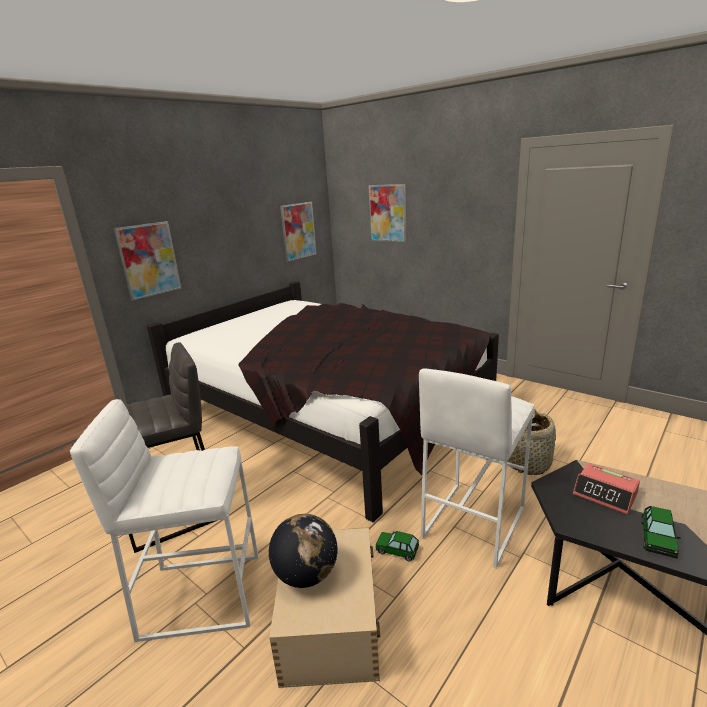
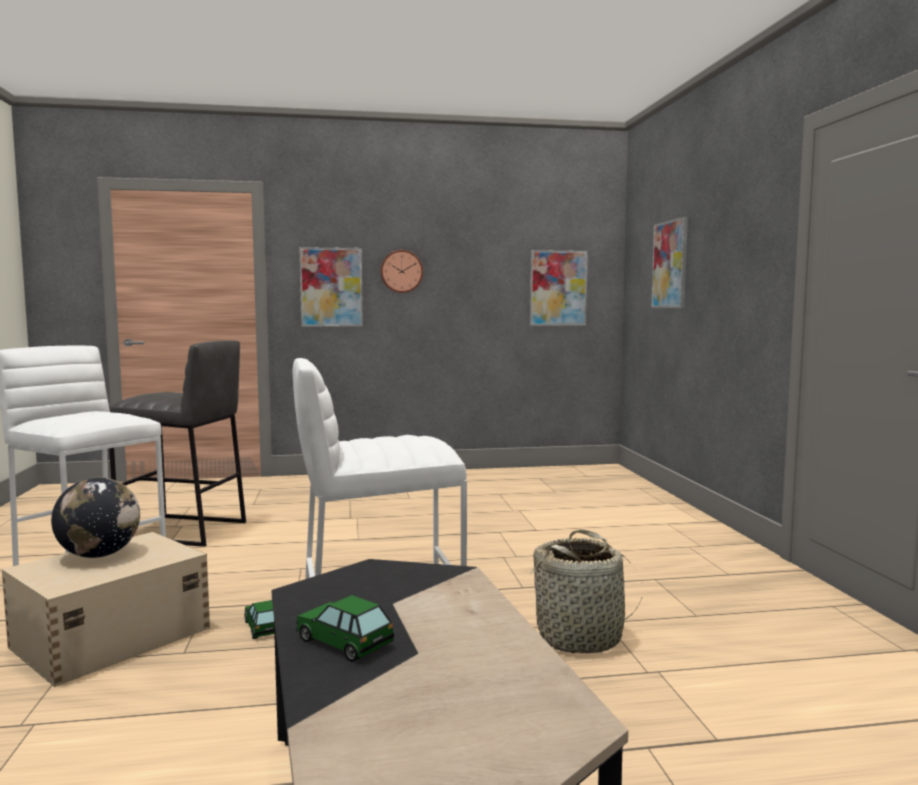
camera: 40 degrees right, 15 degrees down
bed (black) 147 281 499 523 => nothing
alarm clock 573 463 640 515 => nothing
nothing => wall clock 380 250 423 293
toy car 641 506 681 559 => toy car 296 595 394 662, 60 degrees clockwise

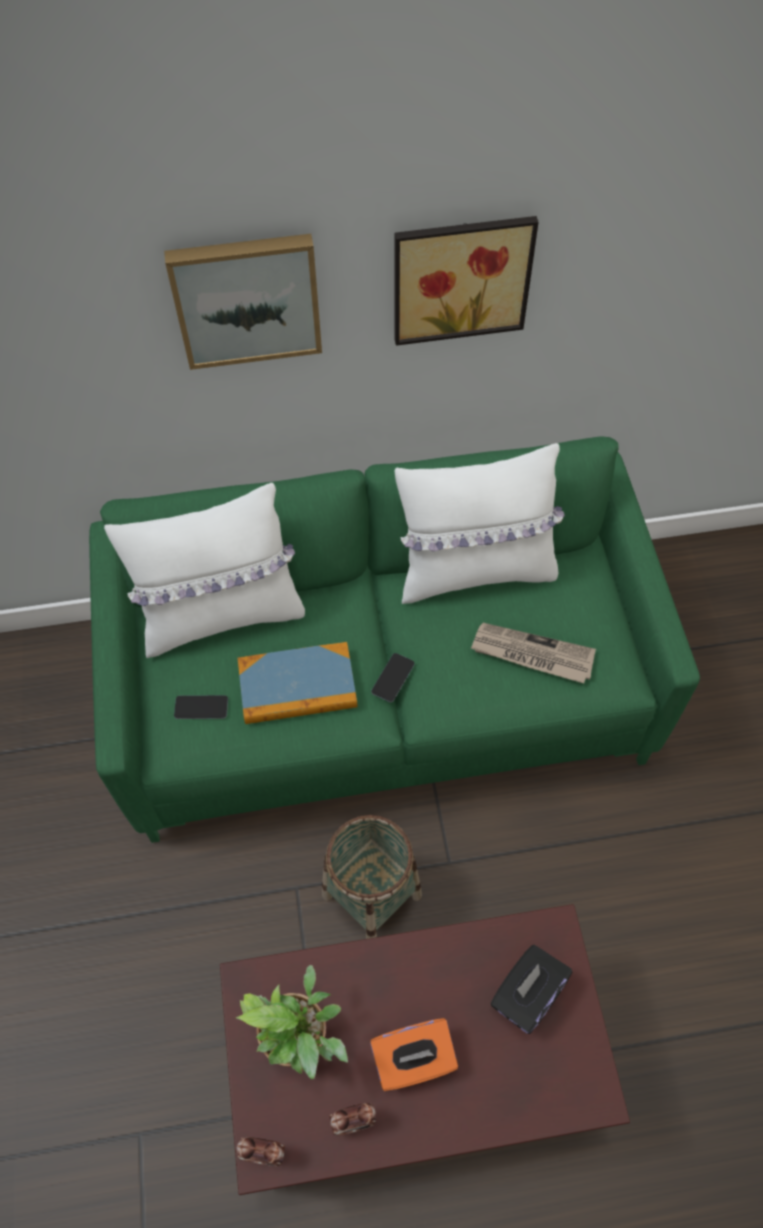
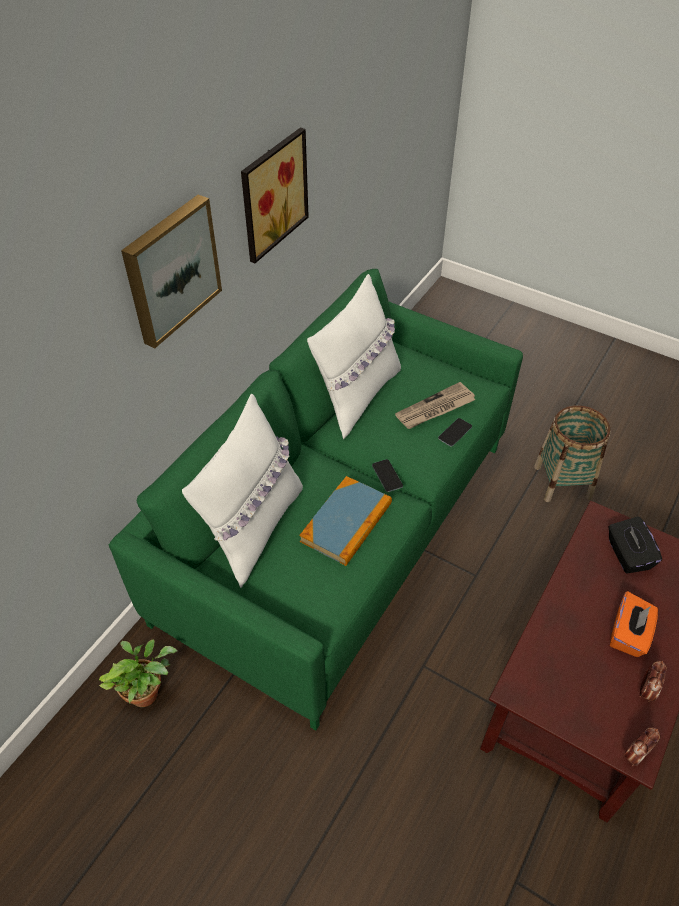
camera: 50 degrees left, 10 degrees down
phone 174 695 228 719 => phone 438 418 472 447, shifted
potted plant 235 965 348 1080 => potted plant 99 639 178 707, shifted
basket 322 815 422 939 => basket 534 405 611 502, shifted

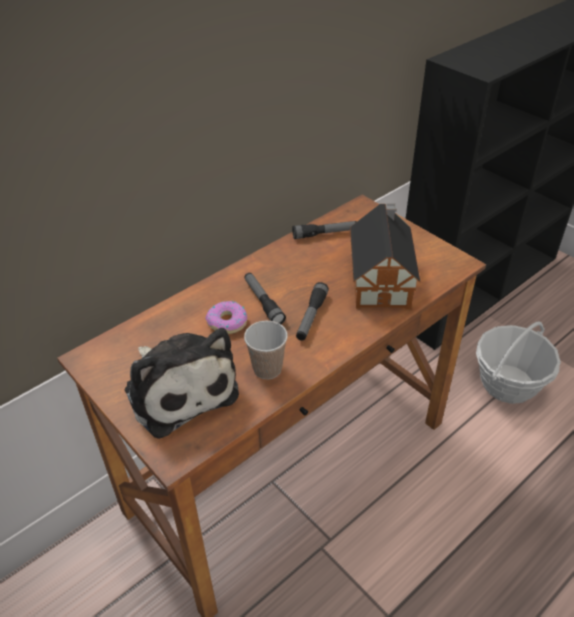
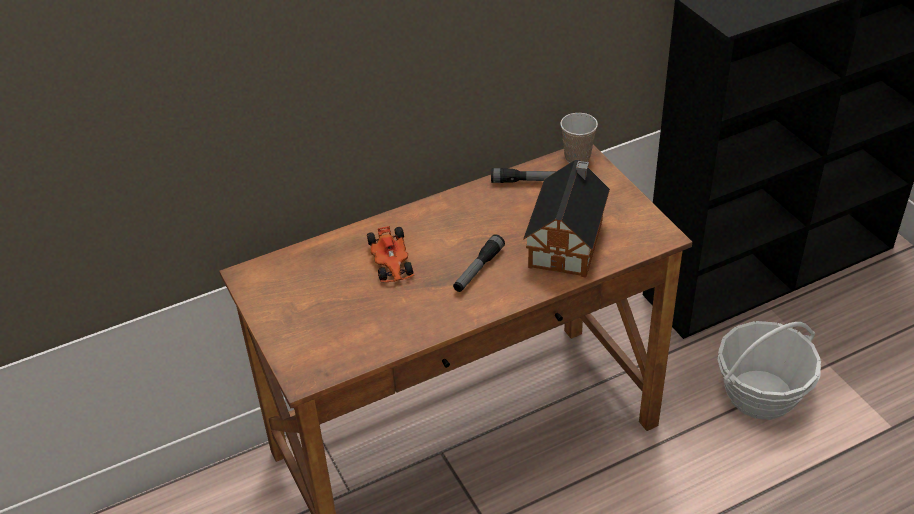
camera: 15 degrees right, 0 degrees up
plush toy 125 328 239 439 => nothing
flashlight 244 273 286 324 => nothing
cup 244 321 288 379 => cup 560 113 598 163, shifted
donut 205 301 247 334 => toy car 367 226 415 282

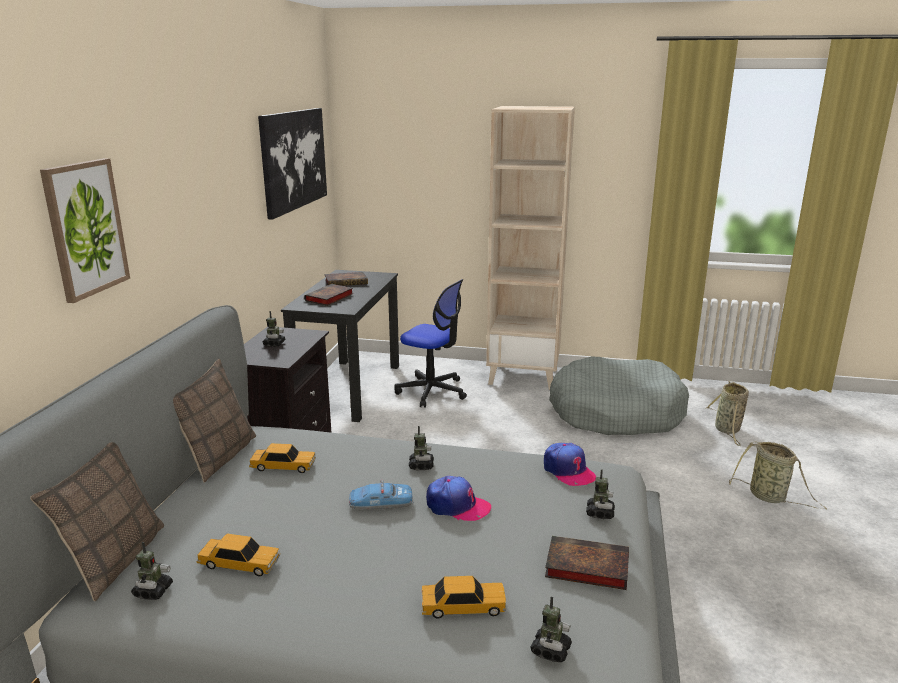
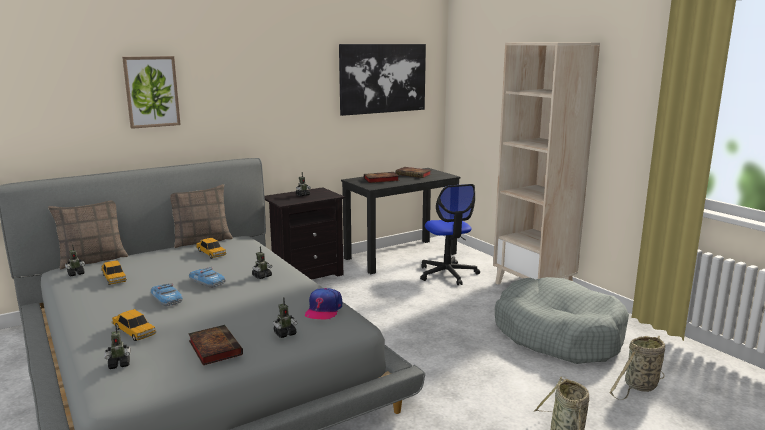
camera: 45 degrees right, 5 degrees down
cap 426 476 491 521 => nothing
nothing => toy car 151 283 183 306

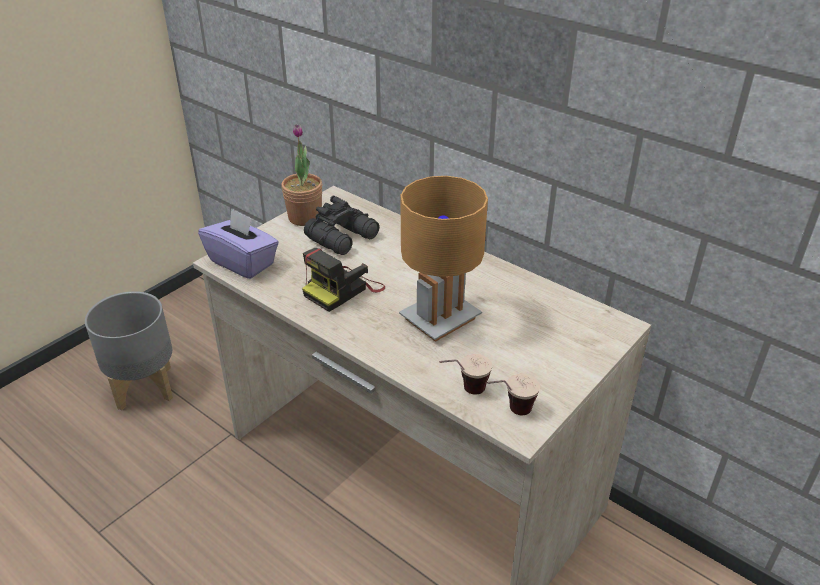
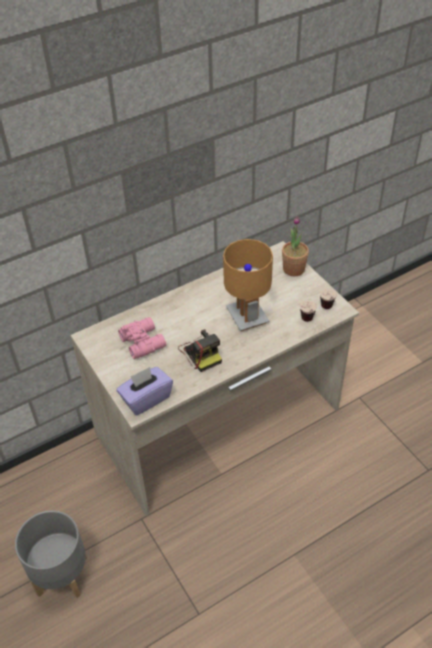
camera: 70 degrees left, 10 degrees up
potted plant 281 124 322 226 => potted plant 282 216 309 276, shifted
binoculars (black) 304 195 379 255 => binoculars (pink) 118 317 166 359

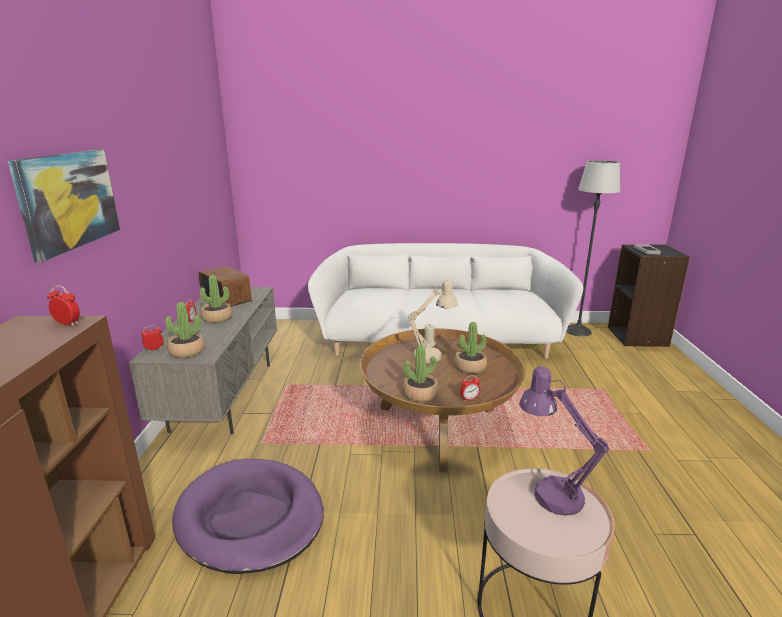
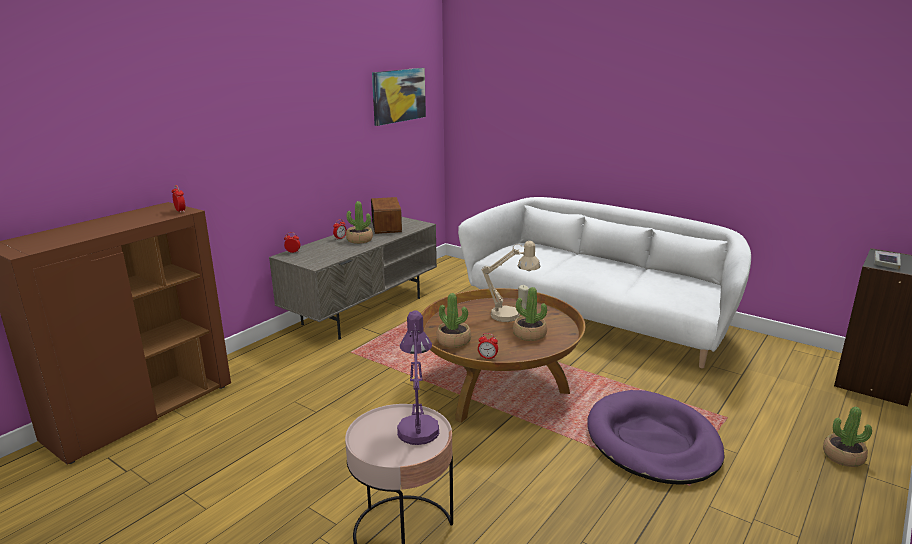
camera: 35 degrees right, 0 degrees up
floor lamp 566 160 620 337 => nothing
picture 8 149 120 262 => picture 372 68 426 126, shifted
potted plant 165 302 205 358 => potted plant 823 407 872 467, shifted
dog bed (purple) 172 459 324 574 => dog bed (purple) 587 390 725 485, shifted

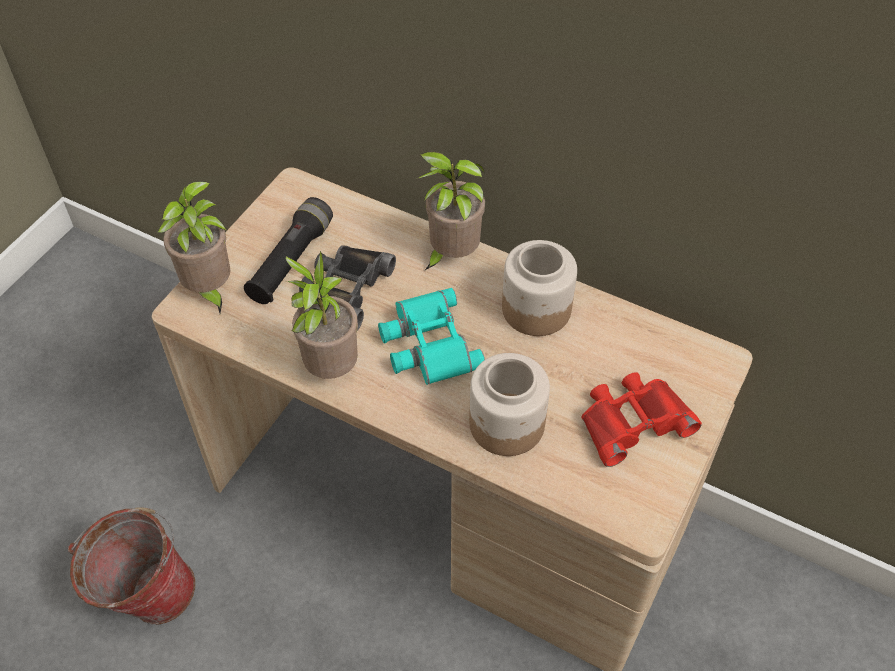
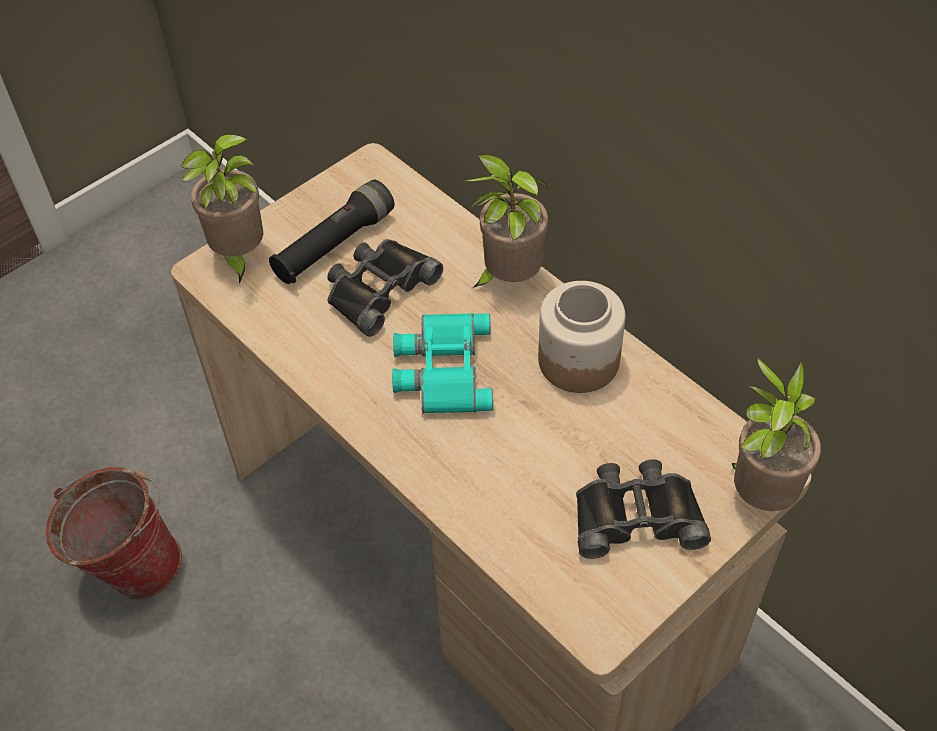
camera: 20 degrees right, 0 degrees up
jar 469 353 550 456 => nothing
potted plant 285 250 358 379 => potted plant 732 358 821 511, shifted
binoculars (red) 582 372 702 467 => binoculars (black) 576 459 711 559

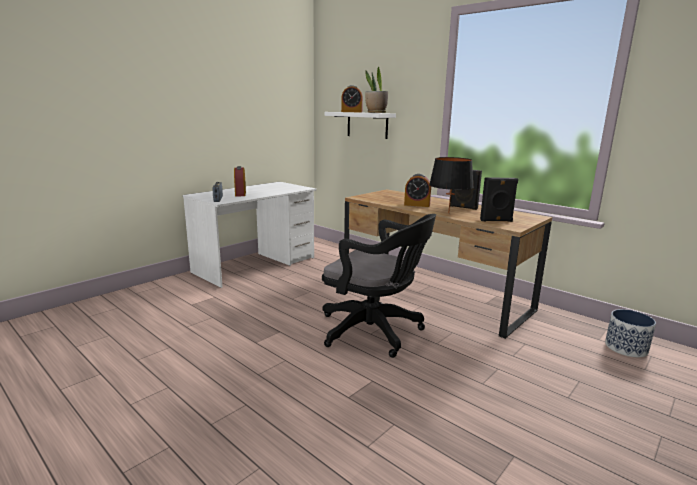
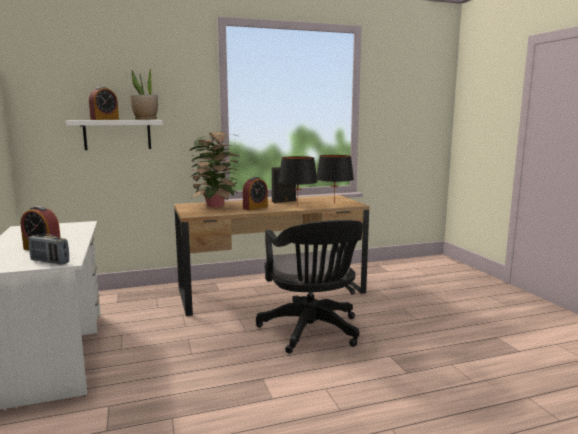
camera: 60 degrees left, 5 degrees down
planter 605 309 656 357 => nothing
nothing => potted plant 189 131 240 207
speaker (black) 480 177 518 222 => table lamp (black) 317 155 354 204
office chair (black) 322 214 436 358 => office chair (black) 256 220 363 354, 105 degrees clockwise

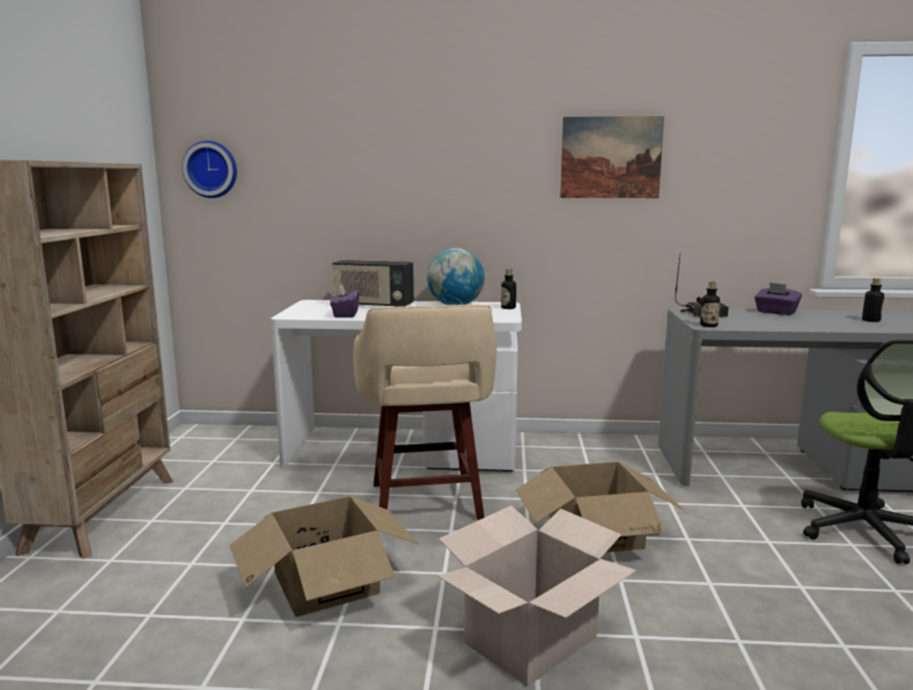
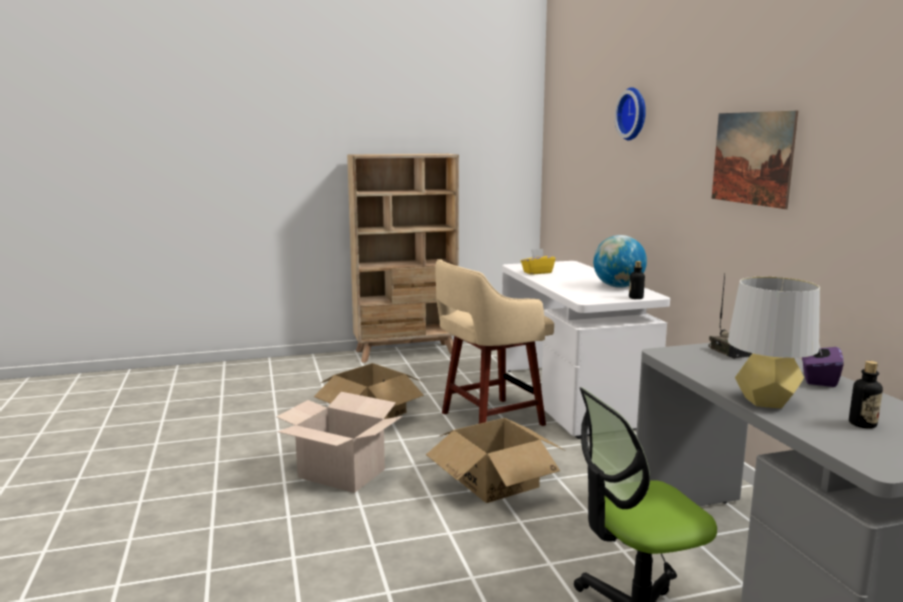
camera: 70 degrees right, 0 degrees up
radio 331 260 414 307 => nothing
bottle 700 282 720 327 => nothing
nothing => table lamp (grey) 728 277 820 408
wall clock 182 140 237 198 => wall clock 614 87 646 140, shifted
tissue box (purple) 330 284 359 317 => tissue box (yellow) 521 249 555 275

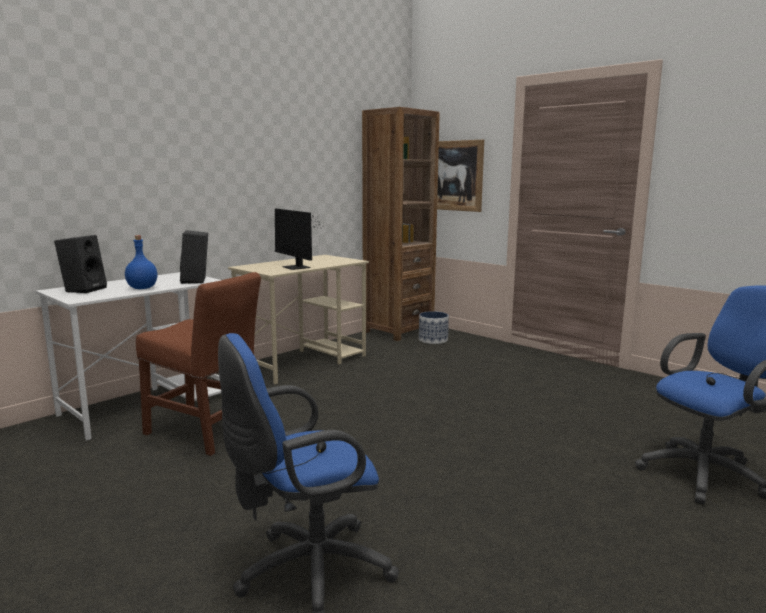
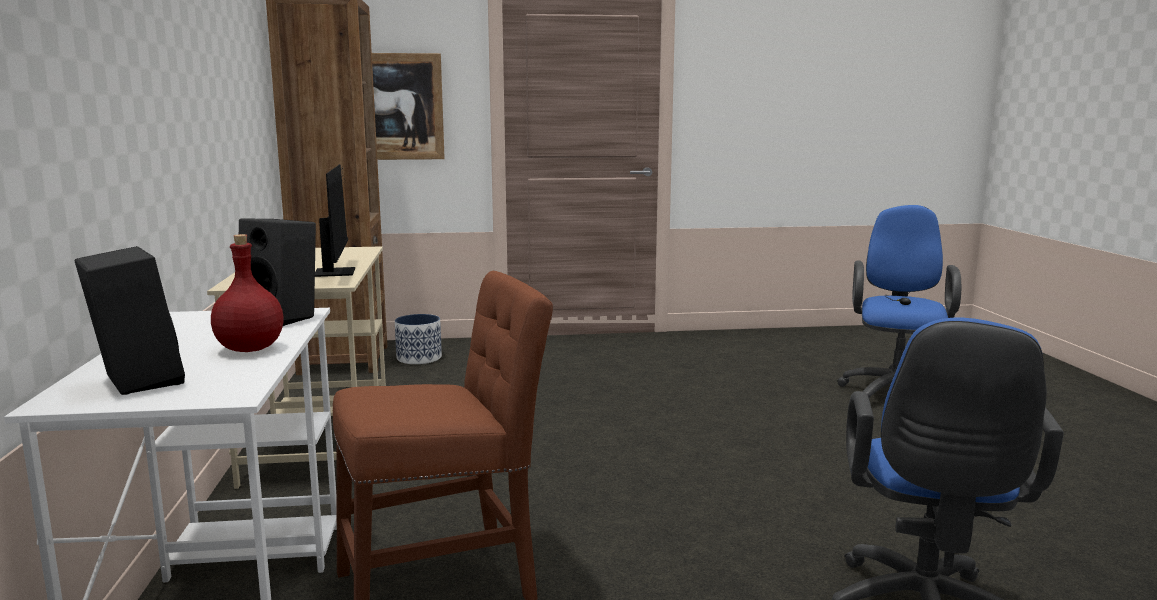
camera: 50 degrees left, 0 degrees up
bottle (blue) 125 235 157 289 => bottle (red) 211 234 284 352
monitor 275 208 323 270 => monitor 315 164 355 277, 105 degrees counterclockwise

